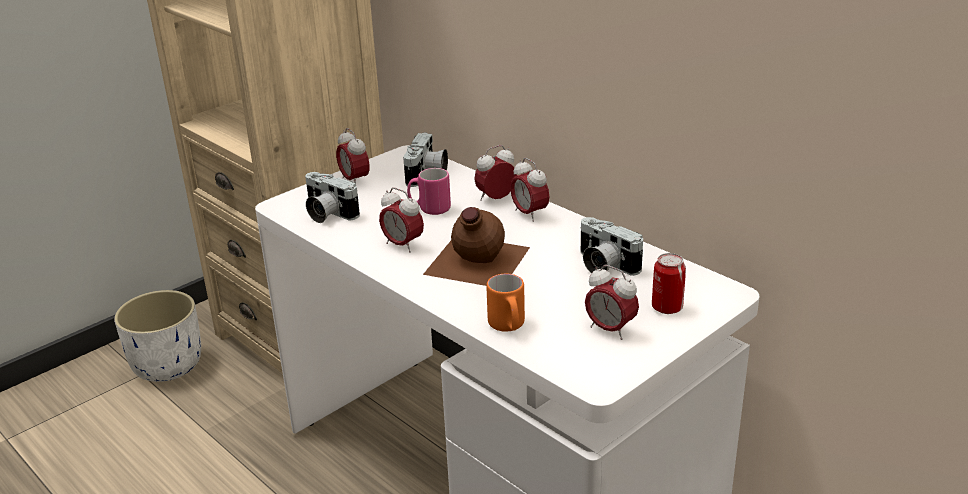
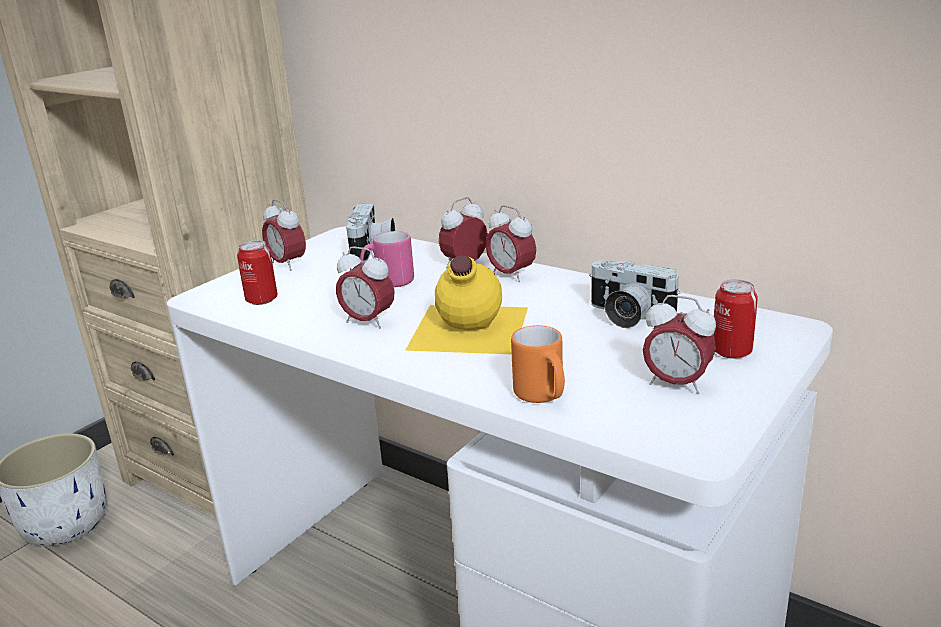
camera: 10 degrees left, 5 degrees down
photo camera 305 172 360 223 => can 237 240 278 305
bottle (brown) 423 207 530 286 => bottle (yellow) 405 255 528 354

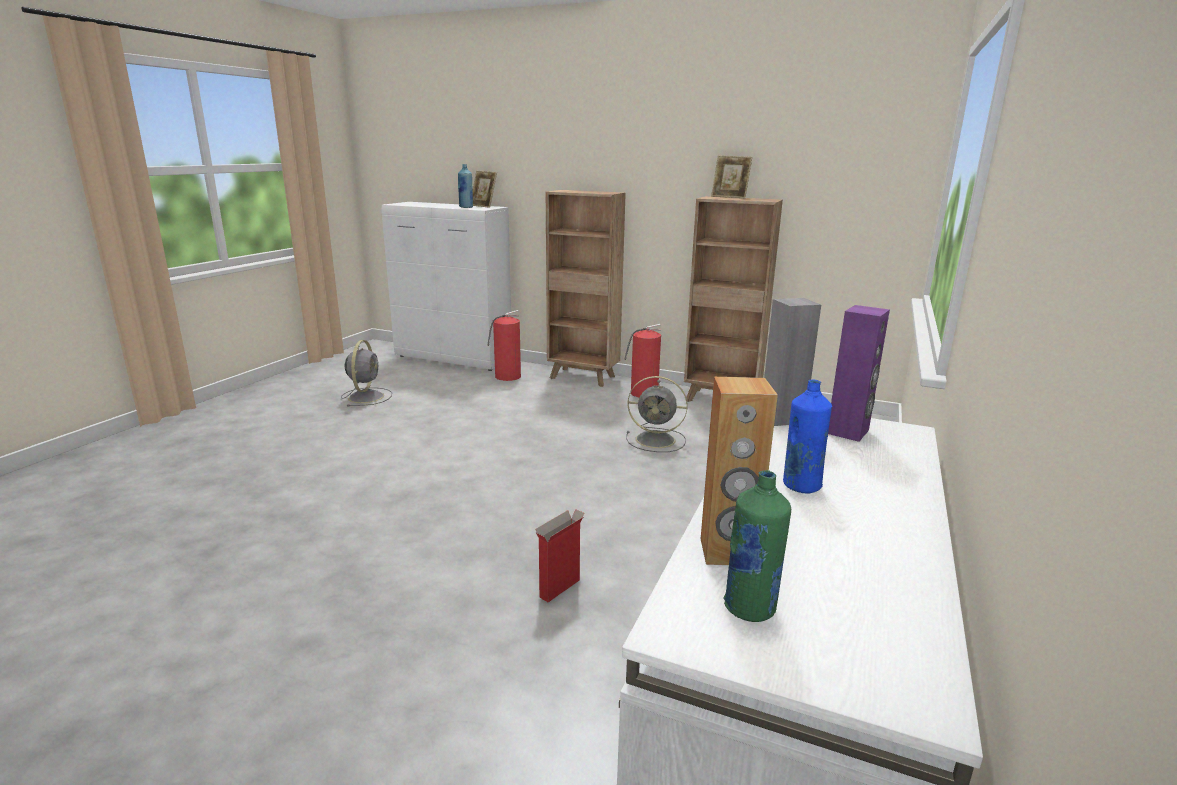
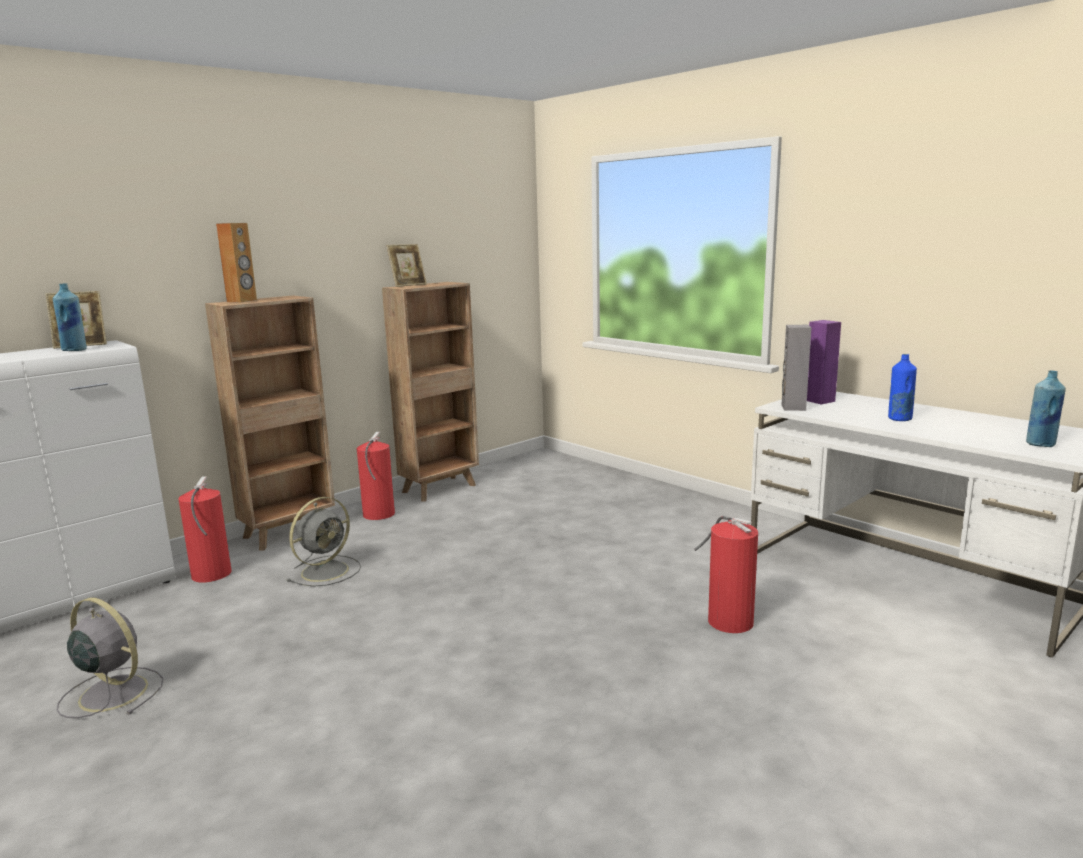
camera: 65 degrees left, 5 degrees down
fan (grey) 626 376 688 452 => fan (grey) 287 497 361 587, shifted
speaker (brown) 701 377 778 565 => speaker (brown) 216 223 257 302, shifted
cardboard box 535 509 584 602 => fire extinguisher 694 516 758 633
bottle (green) 724 470 791 622 => bottle (blue) 1026 371 1066 447

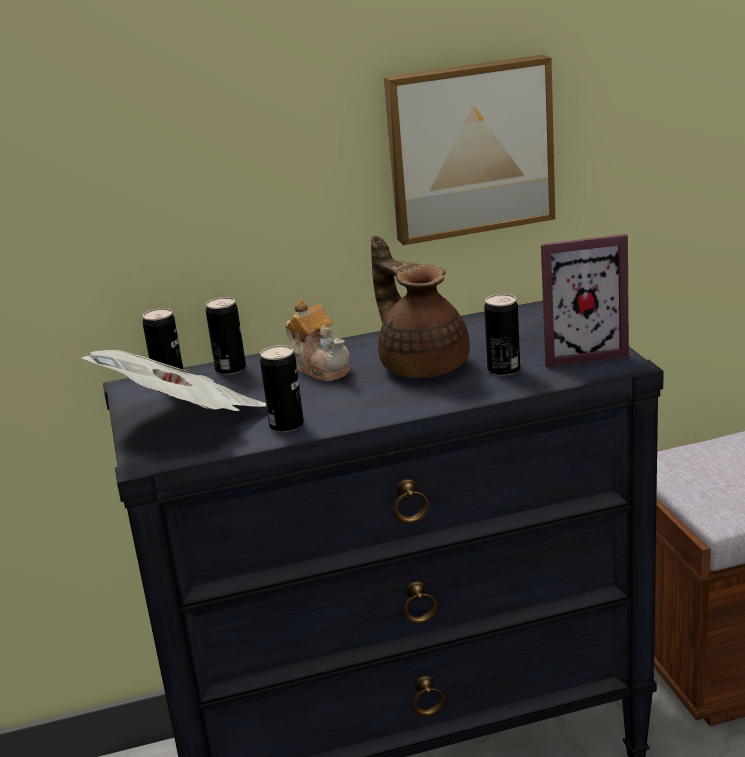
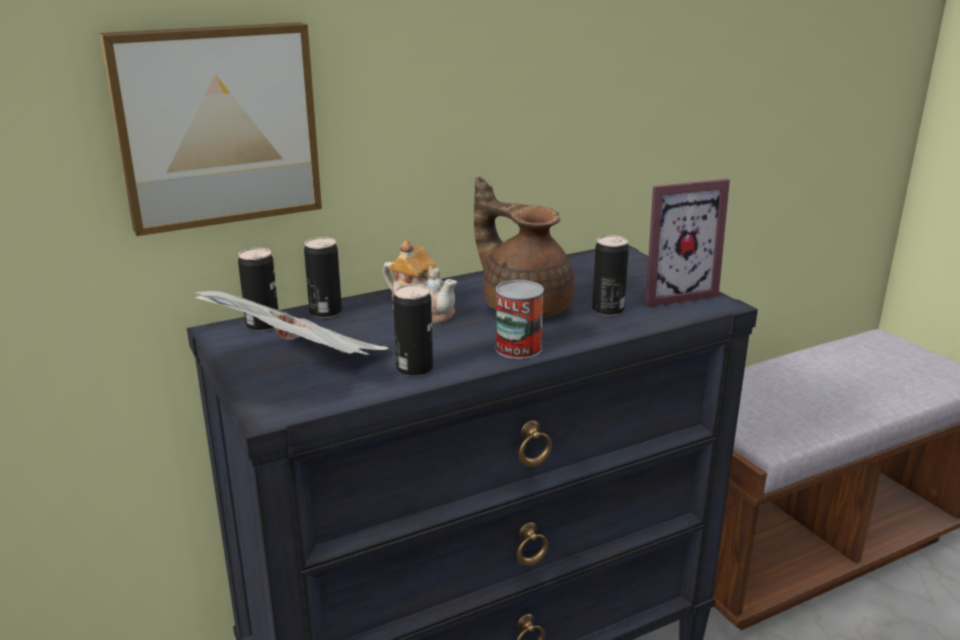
camera: 15 degrees left, 0 degrees up
nothing => can 495 280 544 359
picture 384 55 555 245 => picture 99 22 322 236, shifted

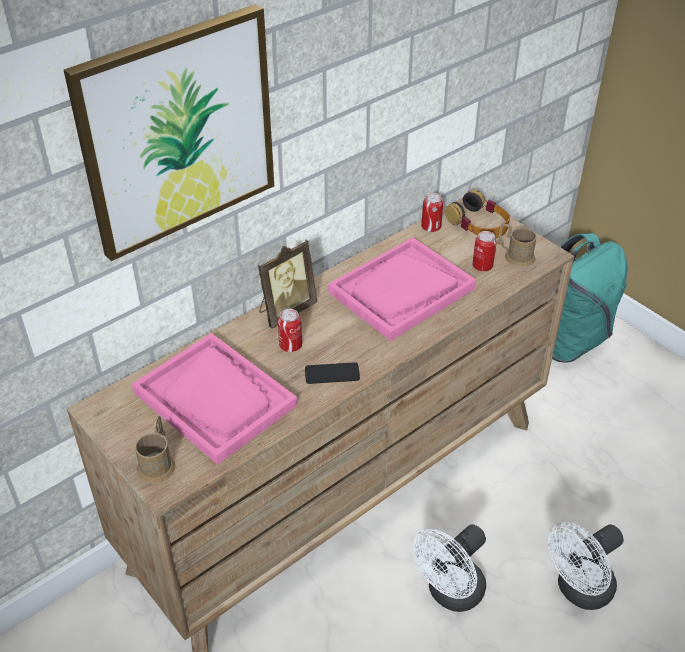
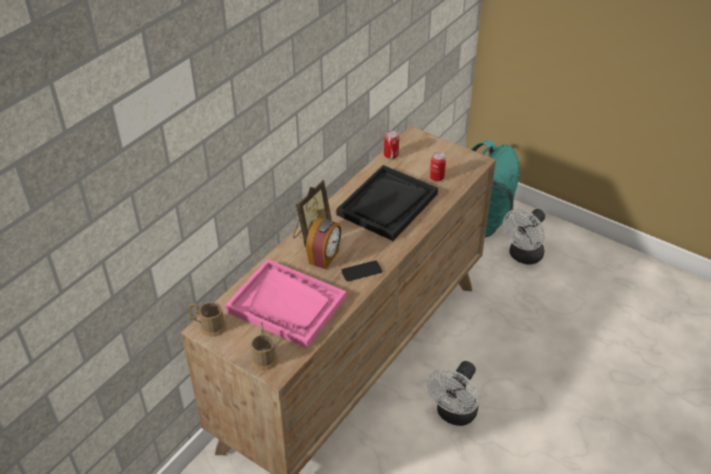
camera: 15 degrees left, 0 degrees up
picture 64 4 274 261 => nothing
headphones 445 190 510 238 => nothing
mug (brown) 497 224 537 267 => mug (brown) 188 302 227 337, shifted
fan (white) 548 522 624 610 => fan (white) 503 209 545 265, shifted
can 278 309 302 352 => alarm clock 306 218 341 269
tray (pink) 328 237 476 341 => tray (black) 336 165 438 241

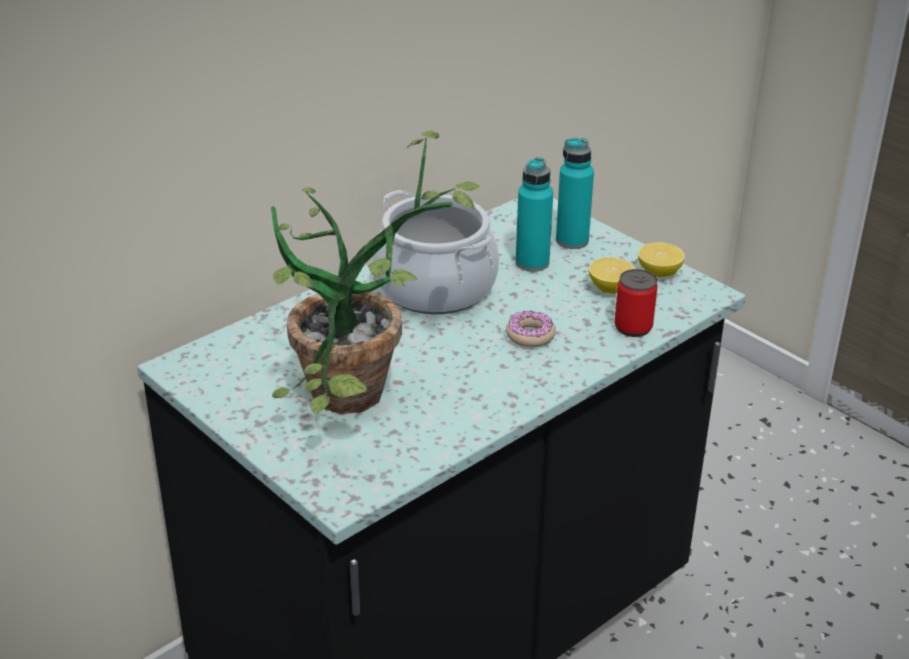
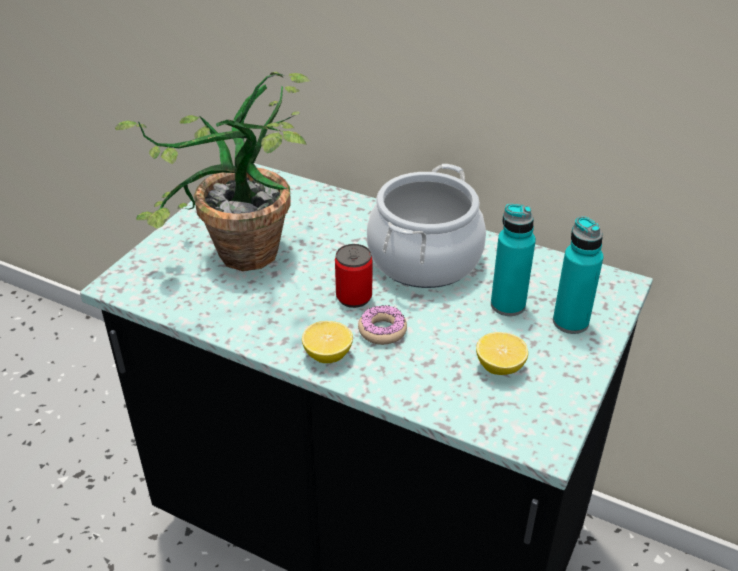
camera: 70 degrees right, 5 degrees up
can 614 269 658 337 => can 335 244 372 308, shifted
lemon 638 242 685 277 => lemon 302 321 353 363, shifted

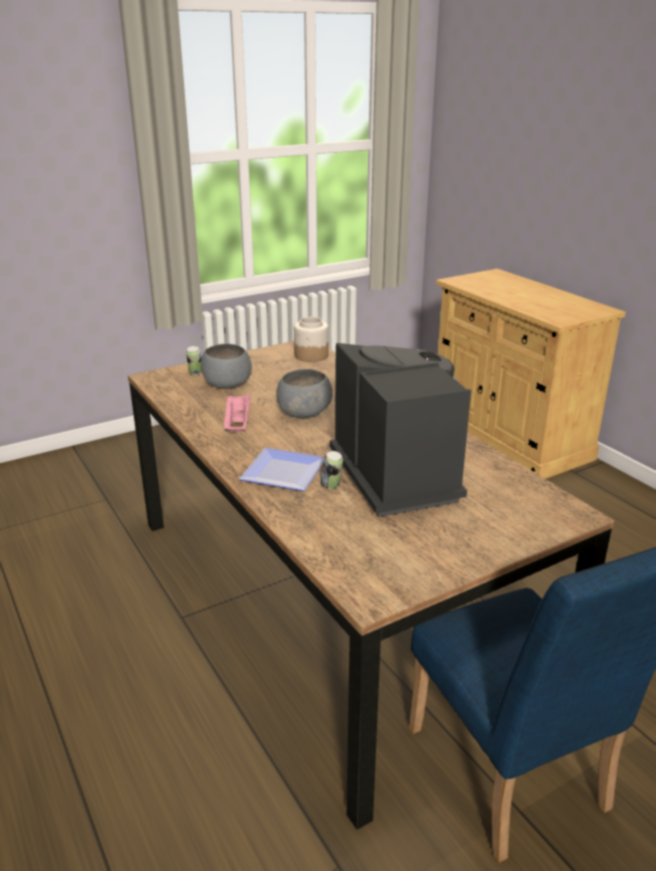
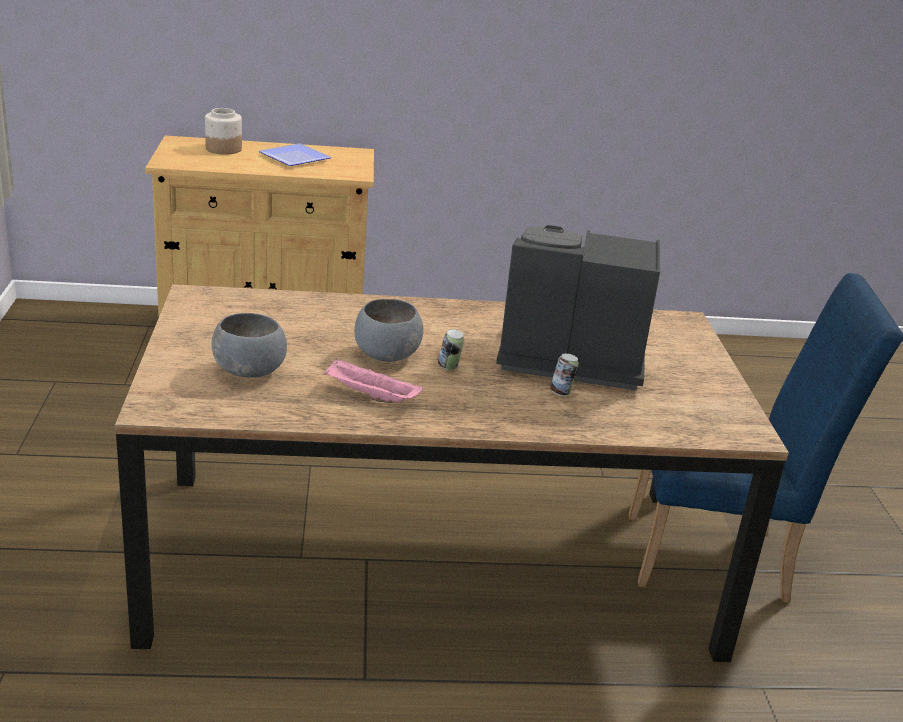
camera: 65 degrees left, 0 degrees up
can 186 346 202 375 => can 438 329 464 370, shifted
plate 239 448 324 491 => plate 259 143 332 166, shifted
jar 294 317 329 362 => jar 205 108 242 154, shifted

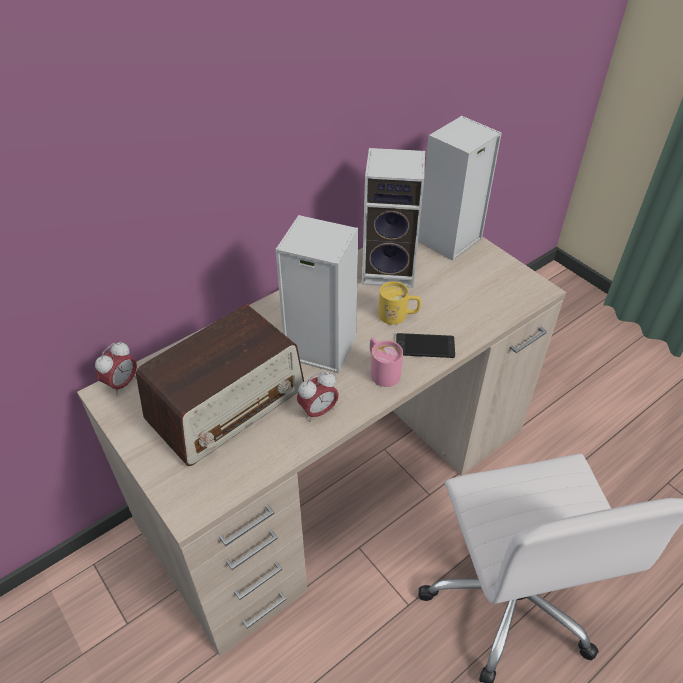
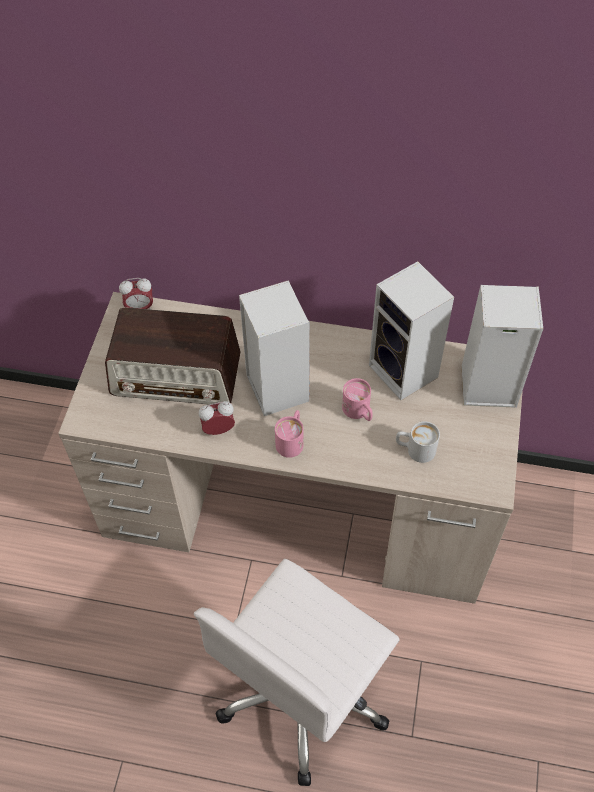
camera: 50 degrees right, 10 degrees up
phone 396 333 455 358 => nothing
nothing => mug (white) 396 421 440 463
mug (yellow) 378 281 421 325 => mug (pink) 342 378 373 421
alarm clock 297 372 339 422 => alarm clock 199 401 235 435, 150 degrees clockwise

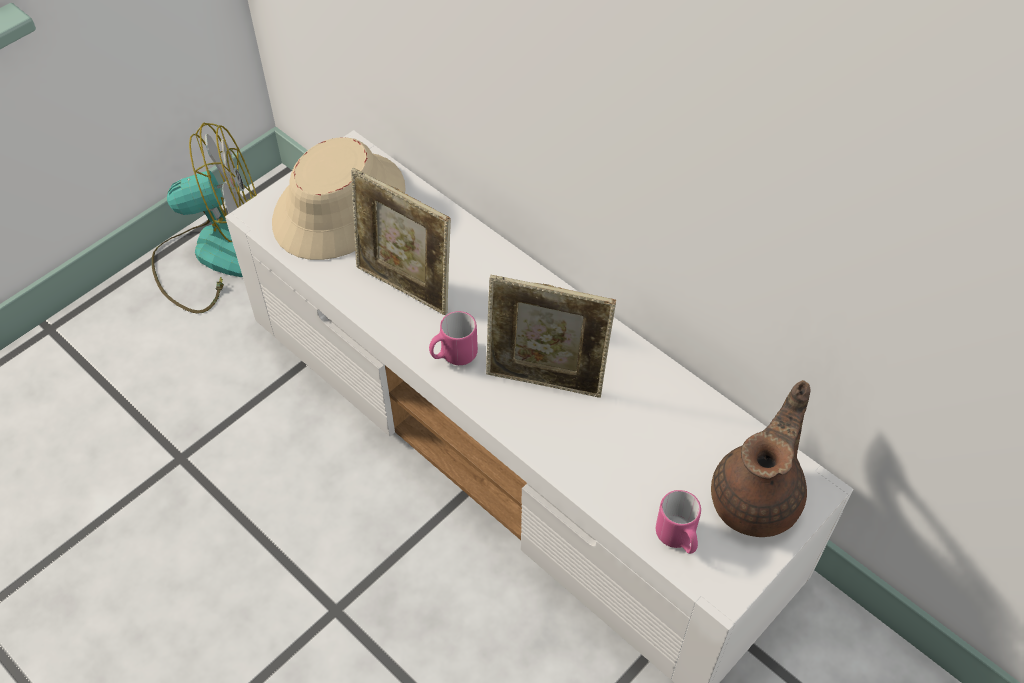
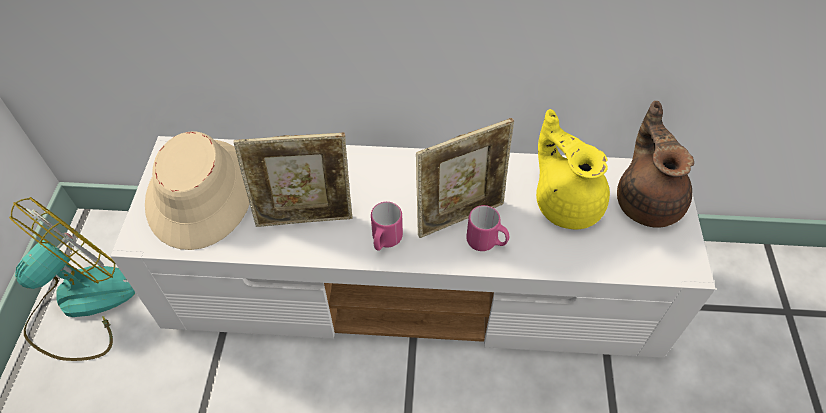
camera: 40 degrees left, 0 degrees up
nothing => teapot (yellow) 536 109 610 229
mug (pink) 656 490 701 554 => mug (pink) 466 205 509 251, shifted

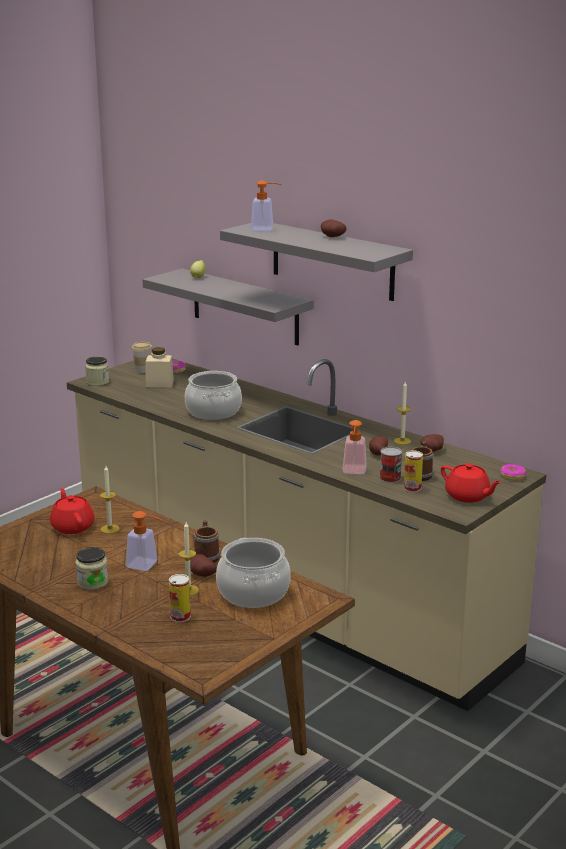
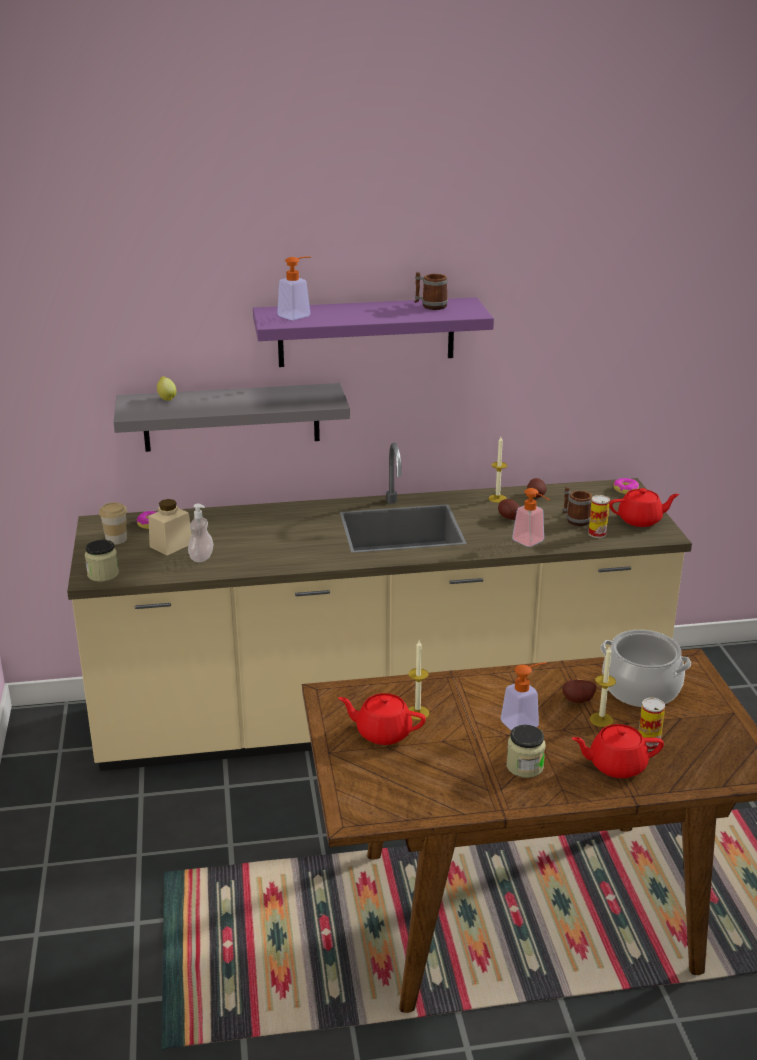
camera: 50 degrees left, 5 degrees up
cooking pot 185 371 242 420 => nothing
potato 321 219 347 237 => nothing
can 380 447 402 483 => nothing
nothing => soap dispenser 188 504 213 562
nothing => teapot (red) 571 724 664 778
mug 194 520 220 563 => mug 415 272 448 310, shifted
shelf (grey) 220 223 413 301 => shelf (purple) 253 297 494 367

